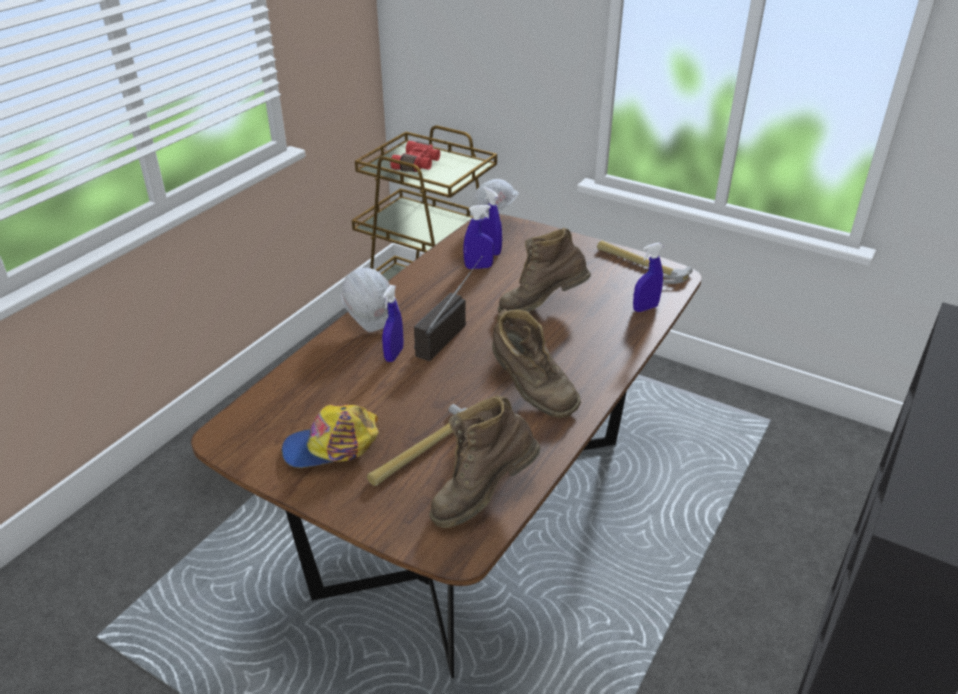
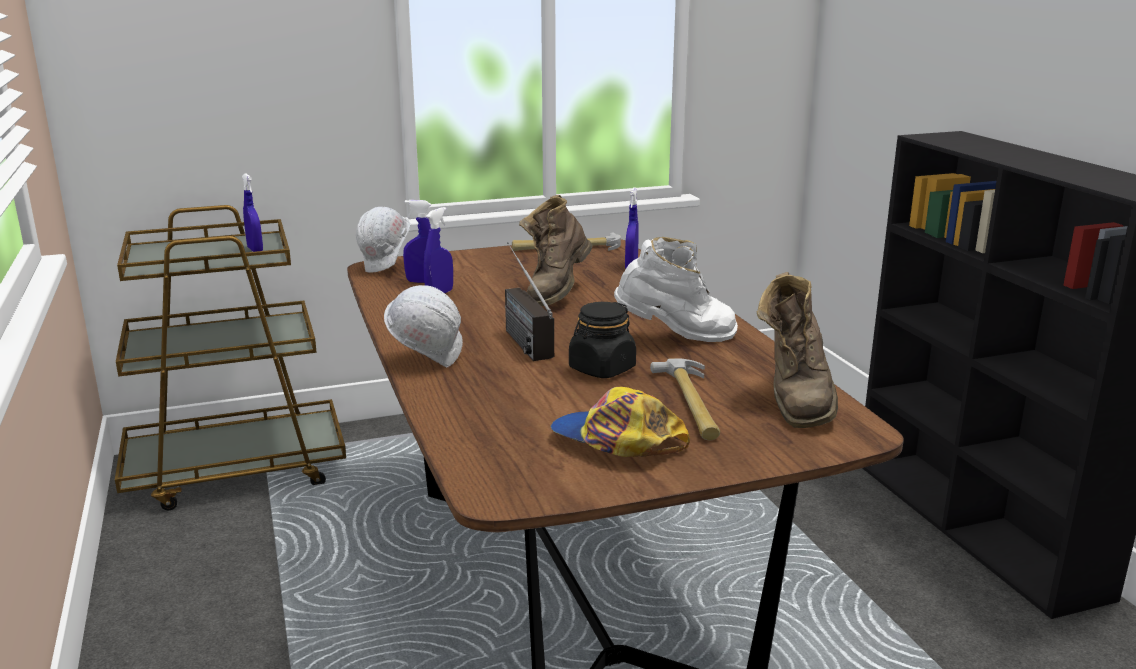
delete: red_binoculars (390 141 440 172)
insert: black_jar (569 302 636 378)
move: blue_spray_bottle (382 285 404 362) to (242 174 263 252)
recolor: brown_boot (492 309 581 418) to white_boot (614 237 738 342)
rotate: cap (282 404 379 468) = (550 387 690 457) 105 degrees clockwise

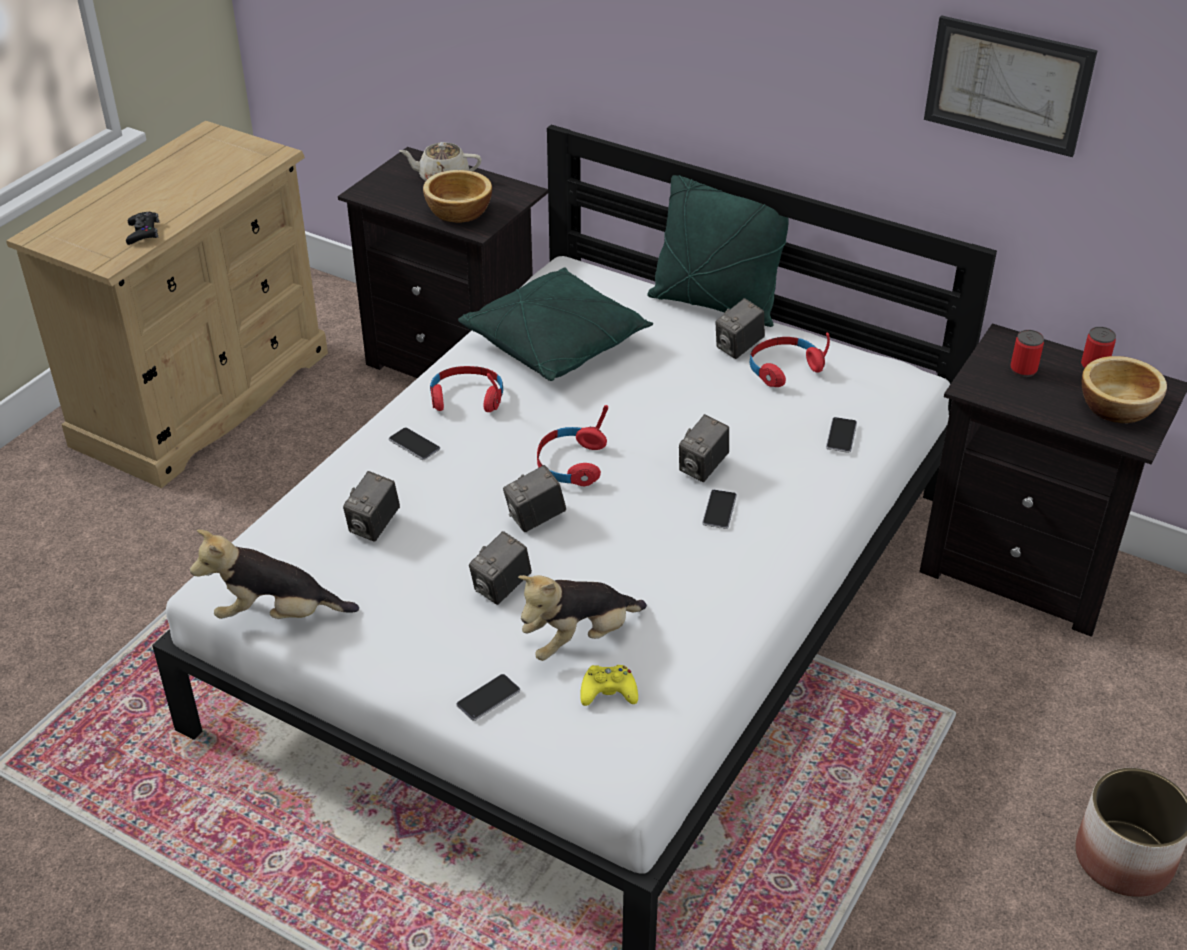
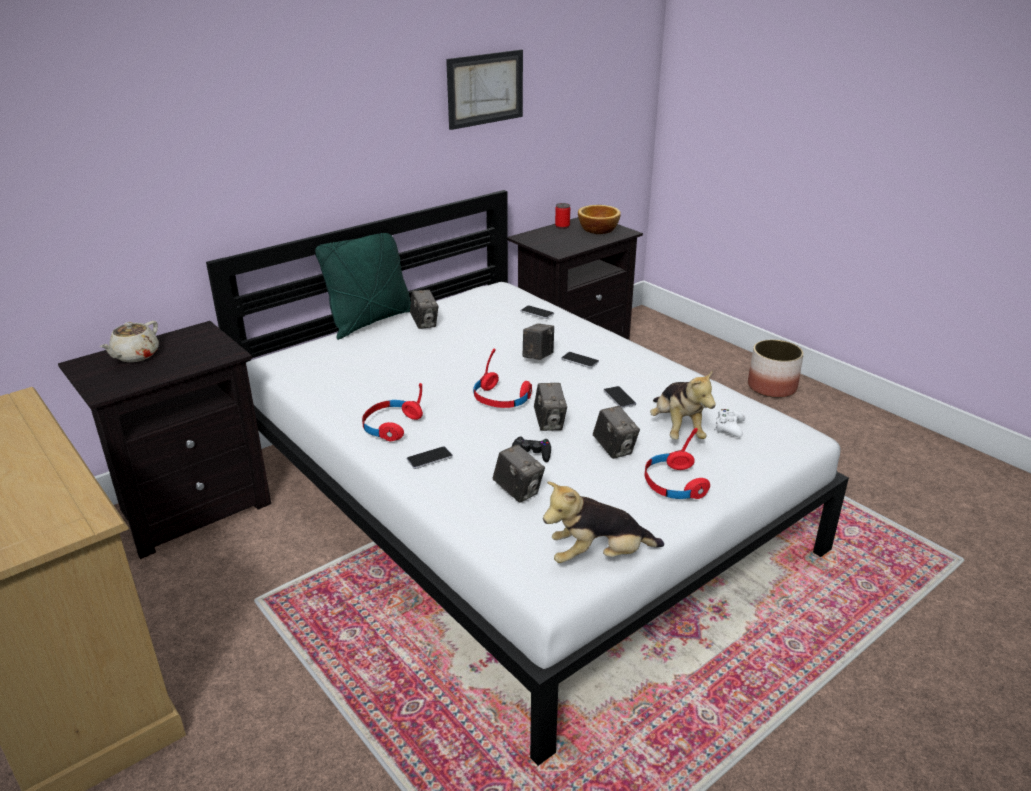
delete: bowl (423 170 492 223); green_pillow (458 267 653 381); can (1010 330 1044 377)
move: black_game_controller (126 212 159 245) to (512 436 551 462); red_headphones (750 333 830 387) to (645 428 710 499); phone (456 674 520 721) to (603 386 636 408)
recolor: yellow_game_controller (580 665 638 706) to white_game_controller (714 409 745 437)
rotate: photo_camera (679 414 729 482) = (523 323 554 360) 120 degrees counterclockwise; plush_toy (190 529 359 619) = (543 482 664 563) 60 degrees clockwise

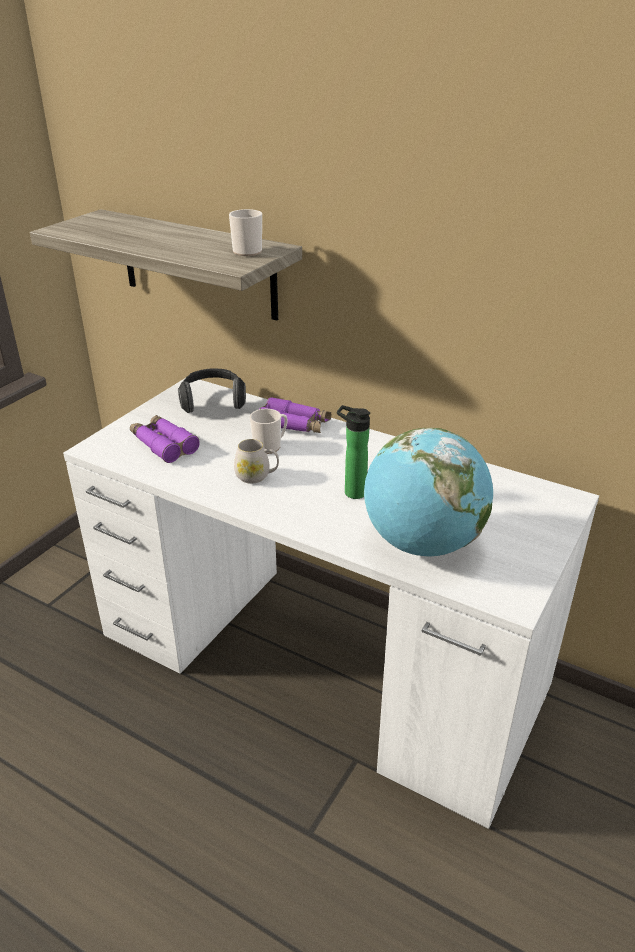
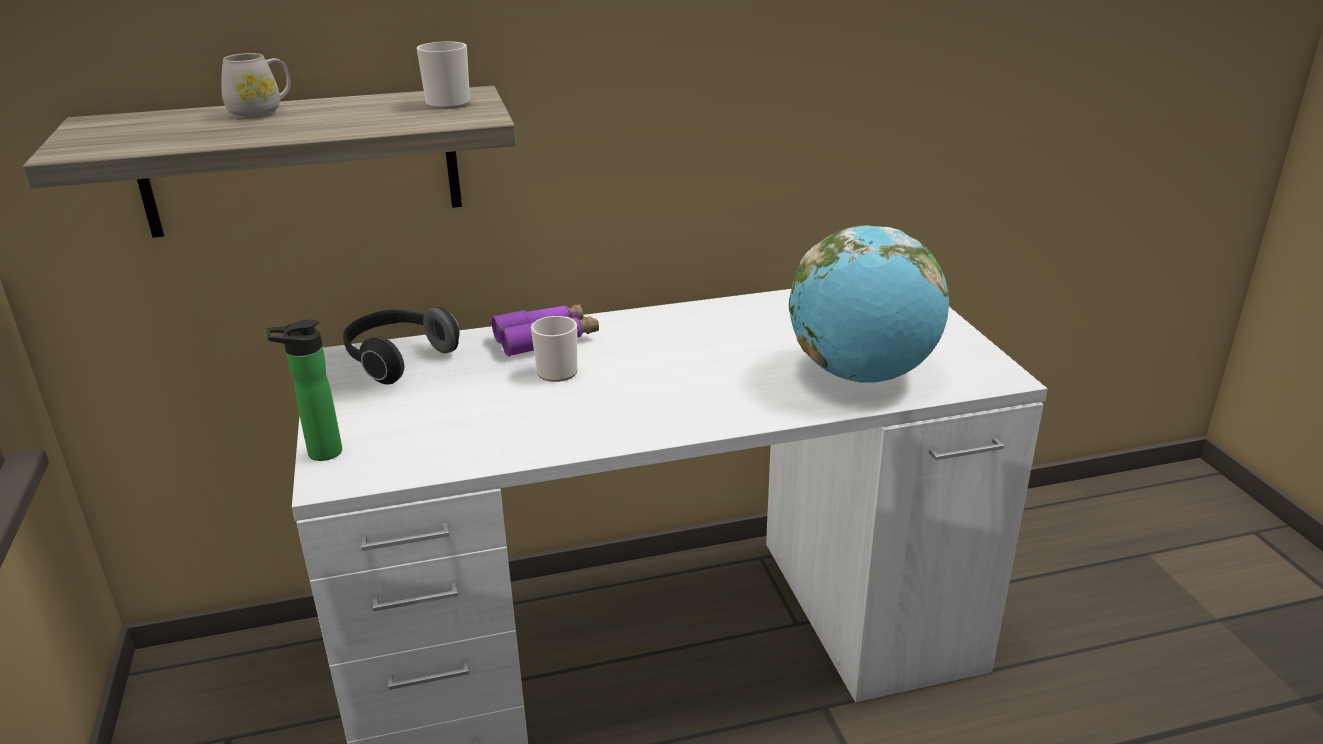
delete: purple_binoculars (130 415 200 463)
move: bottle (337 405 370 499) to (267 319 342 461); white_mug (234 439 279 484) to (221 53 291 119)

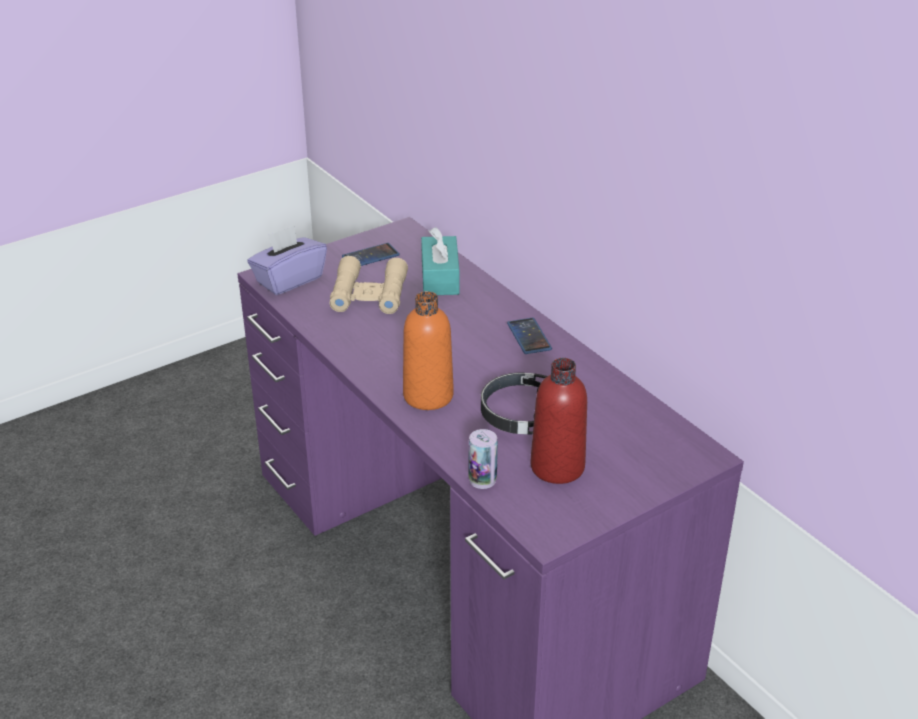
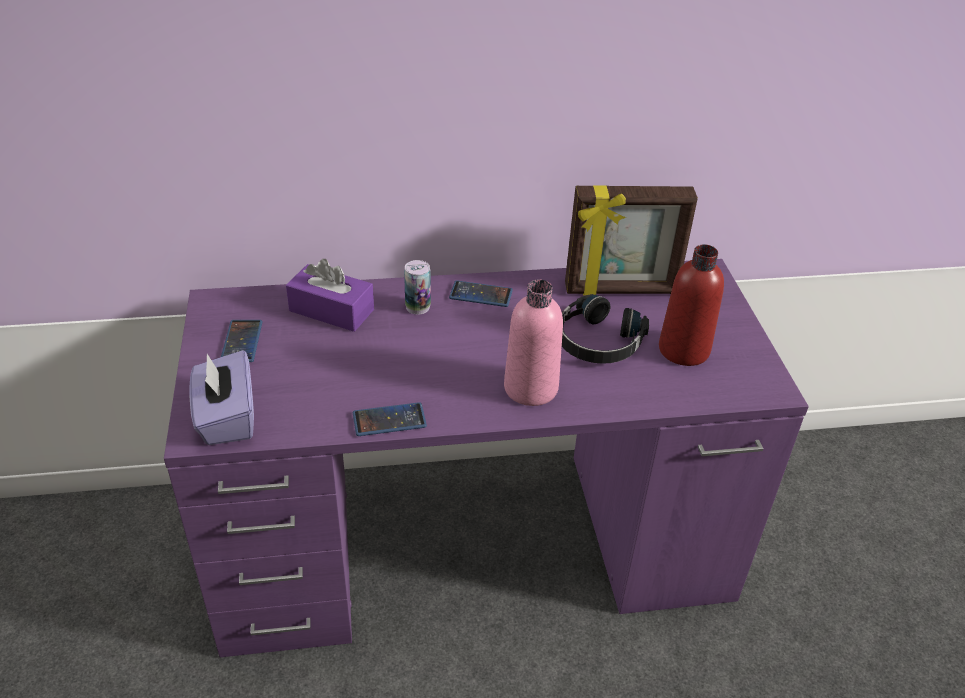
delete: beige_binoculars (330 256 408 314)
insert: picture_frame (565 185 698 296); phone (353 402 427 436)
move: can (468 429 498 489) to (404 260 431 314)
recolor: turquoise_tissue_box (421 227 459 295) to purple_tissue_box (286 259 374 332); orange_bottle (403 291 454 410) to pink_bottle (504 279 563 406)

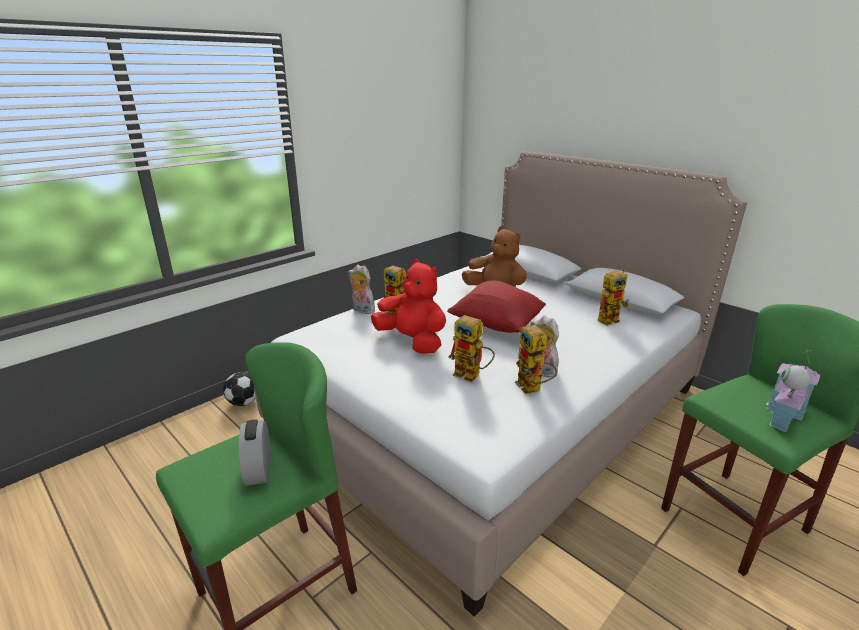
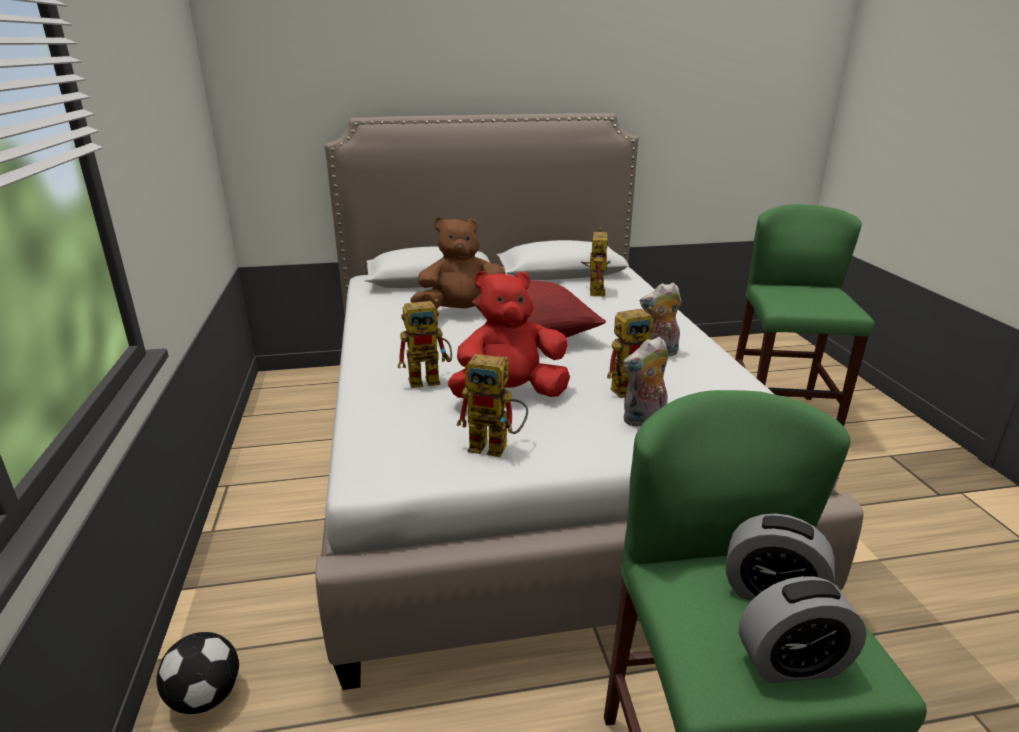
delete: toy_house (766 349 820 433)
insert: alarm_clock (739 576 867 683)
move: plush_toy (348 264 375 314) to (623 337 668 428); toy_robot (515 325 557 394) to (456 354 528 457)

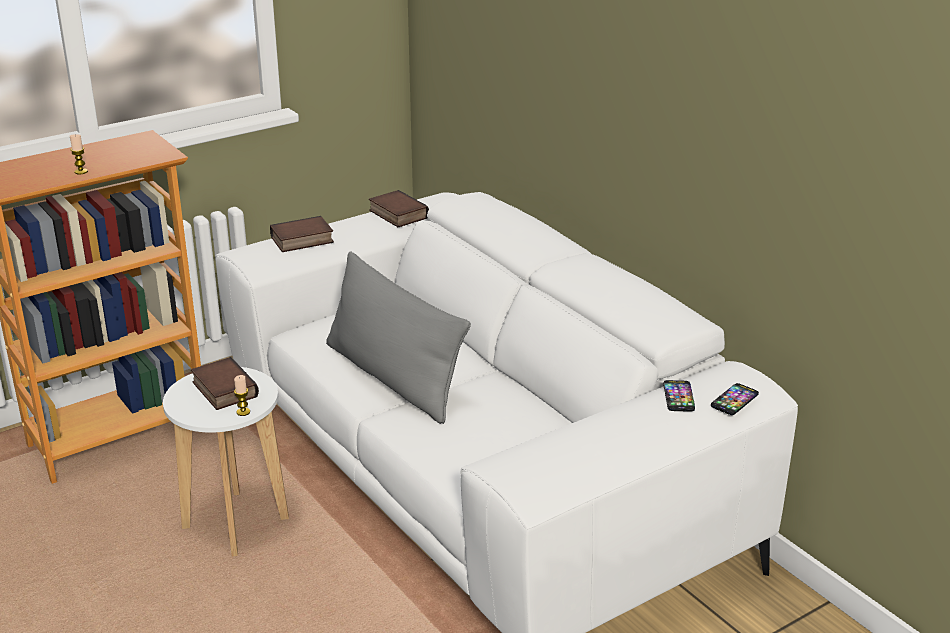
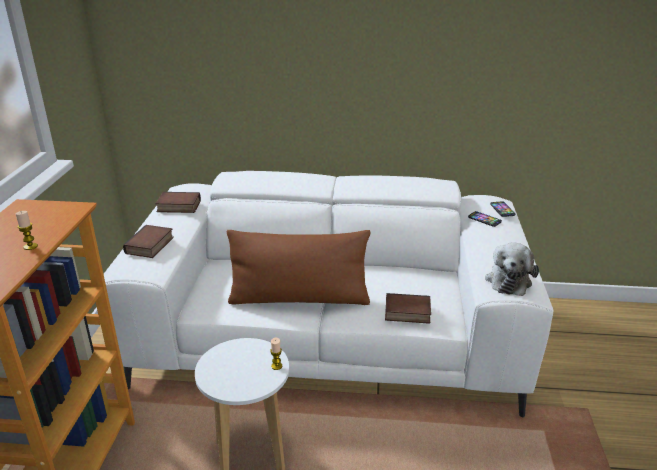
insert: plush_toy (485 242 539 296)
move: book (191 357 259 410) to (385 293 431 324)
recolor: grey_pillow (326 251 471 424) to brown_pillow (227 230 371 305)

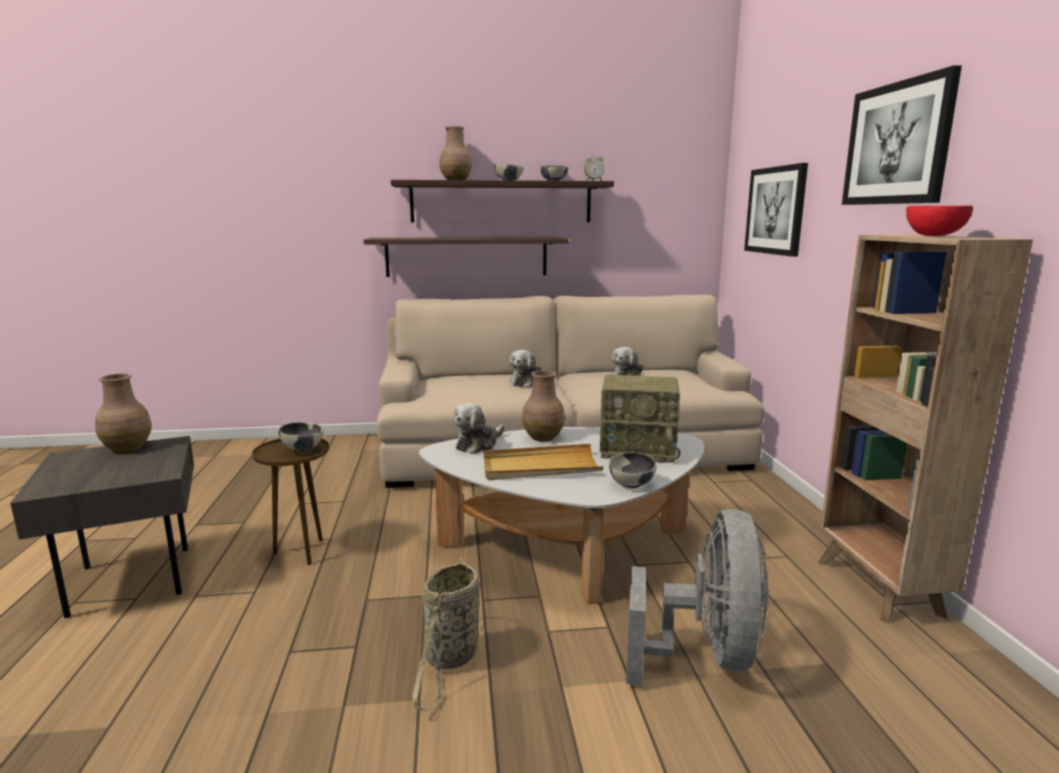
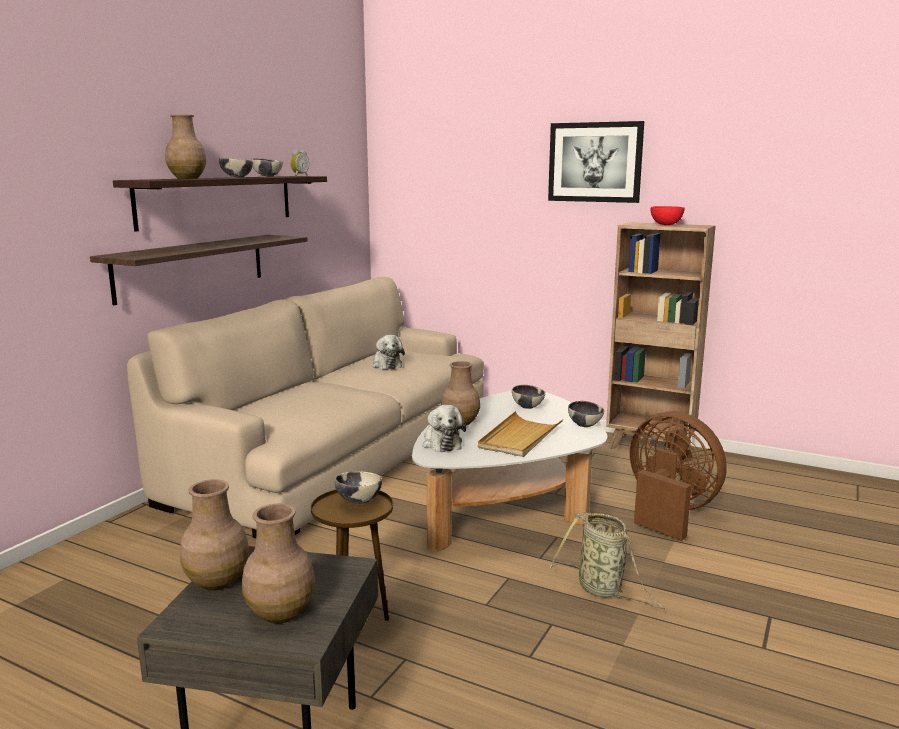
delete: picture (744 163 808 257); plush_toy (509 350 541 387)
insert: brown_vase (242 504 315 624)
replace: radio (600 374 681 463) to bowl (512 385 545 409)
recolor: grey_fan (626 509 769 686) to brown_fan (630 412 727 541)

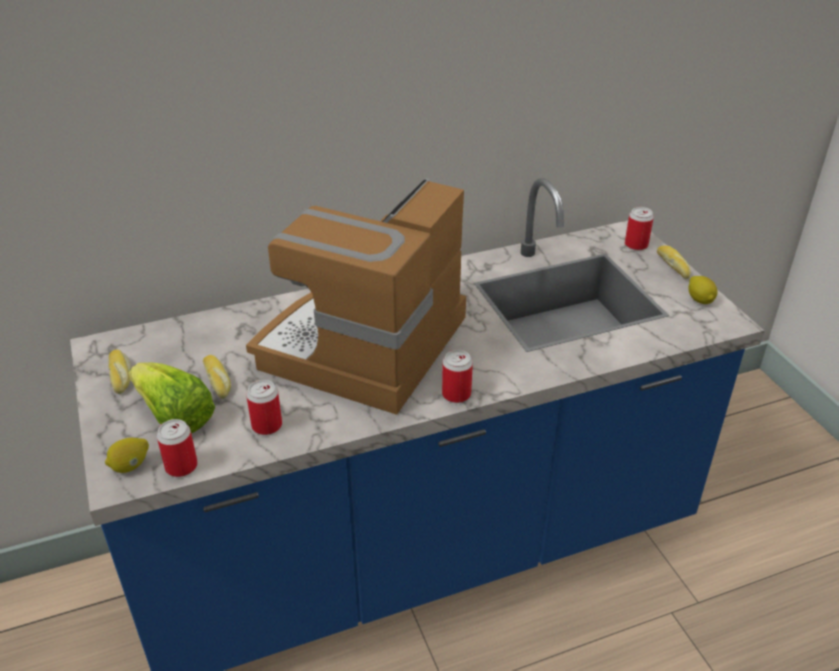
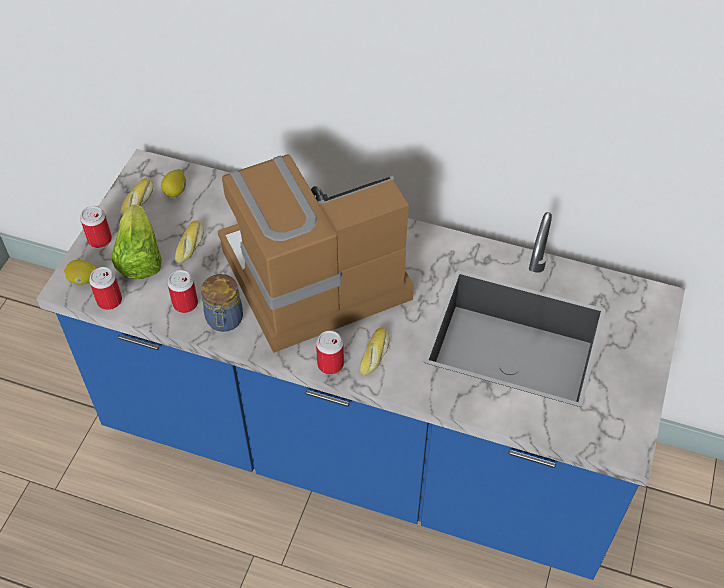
insert: jar (201 274 243 332)
move: can (625 207 654 250) to (80 206 112 248); bread (657 246 691 280) to (360 327 390 376); lemon (688 276 717 304) to (161 169 186 197)

